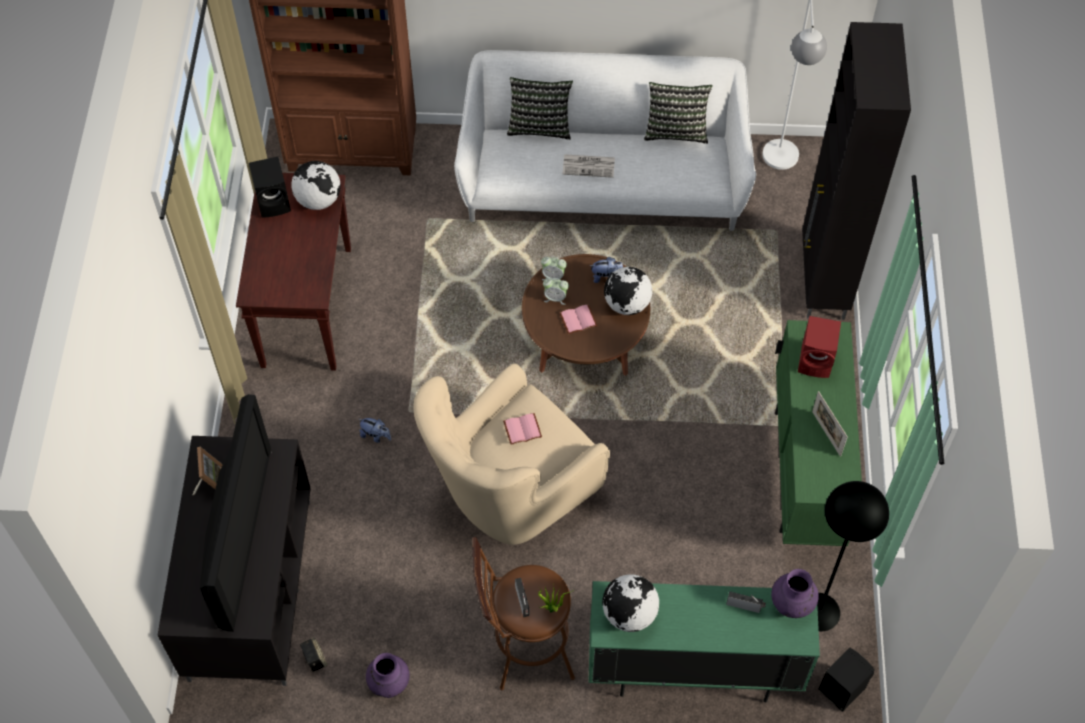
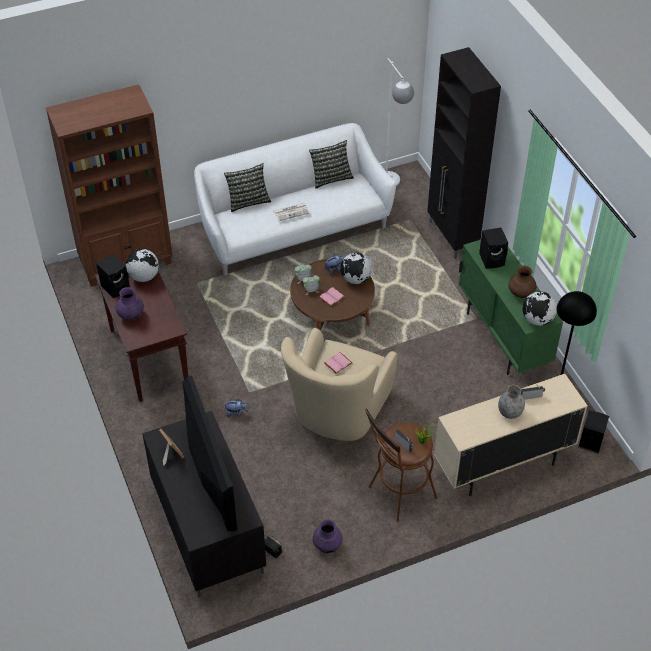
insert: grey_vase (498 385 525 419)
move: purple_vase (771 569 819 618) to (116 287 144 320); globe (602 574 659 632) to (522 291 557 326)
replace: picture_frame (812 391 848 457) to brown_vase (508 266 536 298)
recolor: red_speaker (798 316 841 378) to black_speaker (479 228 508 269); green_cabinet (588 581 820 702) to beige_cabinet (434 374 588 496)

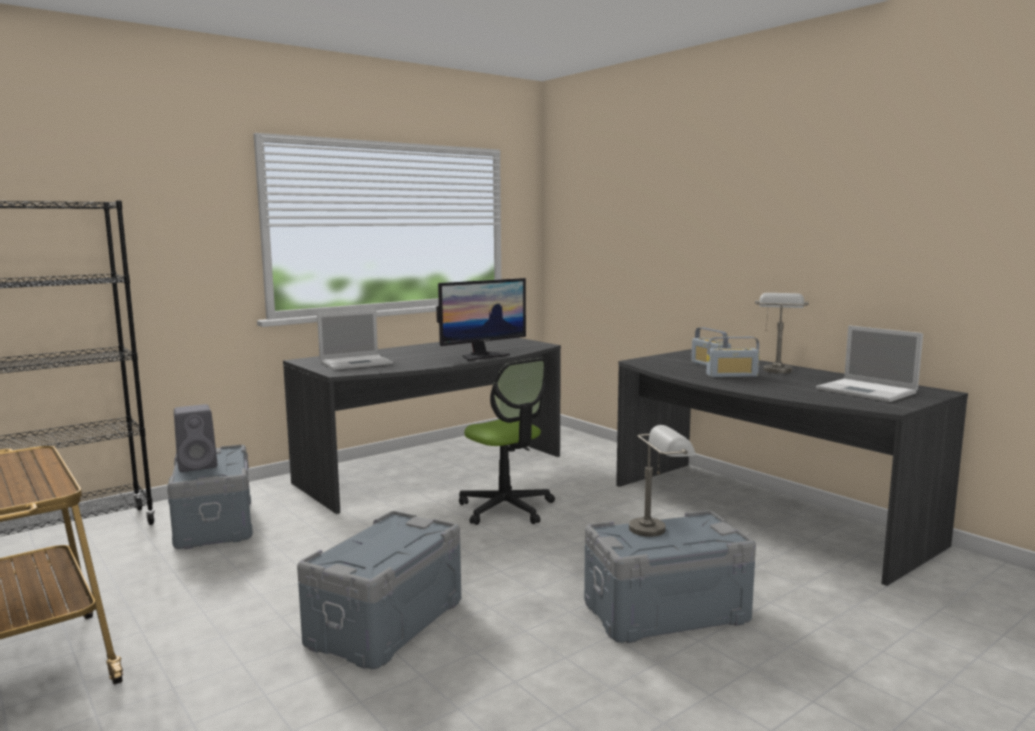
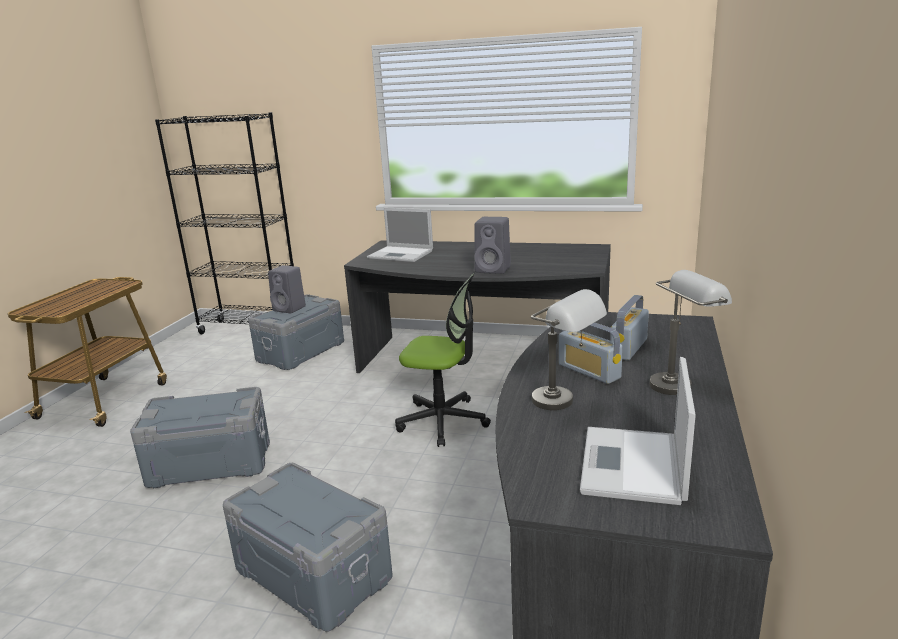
move: grey_table_lamp (629 425 696 537) to (531 289 607 410)
replace: monitor (436 278 526 361) to grey_speaker (474 217 511 274)
rotate: office_chair (459 358 555 525) = (395 274 491 447) 90 degrees counterclockwise

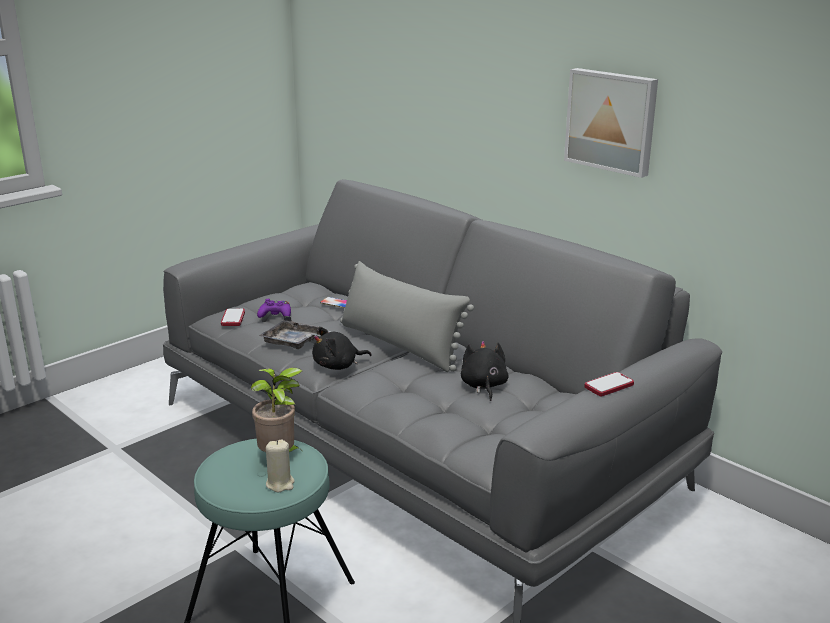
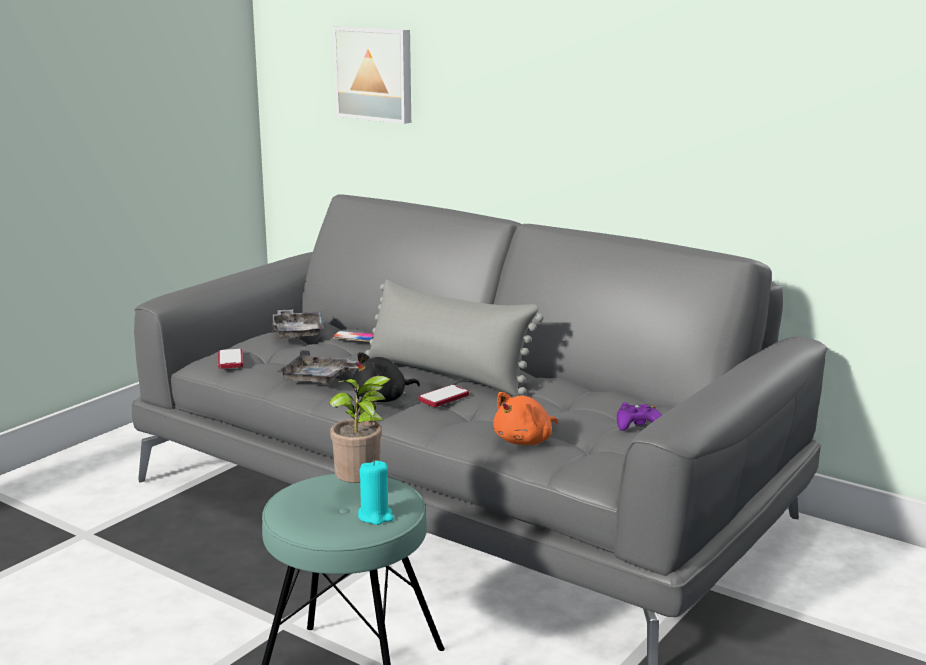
delete: black_plush_toy (461 341 508 401)
insert: grey_tray (272 309 324 339); orange_plush_toy (493 392 558 445)
move: picture (564 68 658 178) to (333 26 411 124); purple_game_controller (257 299 291 318) to (617 402 662 431); phone (584 372 634 397) to (418 385 469 407)
recolor: beige_candle (266 439 295 492) to turquoise_candle (358 460 394 525)

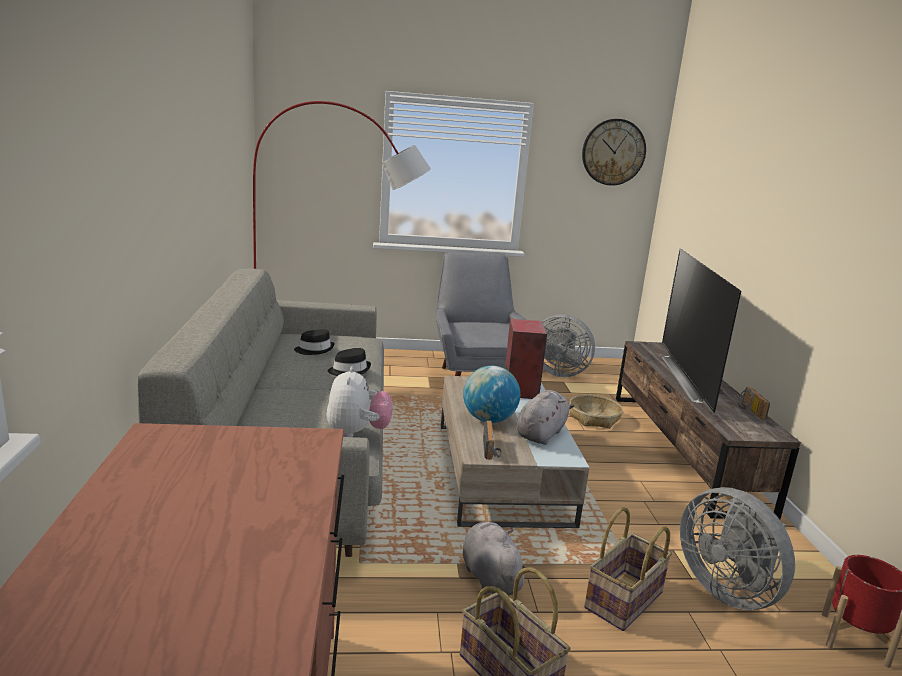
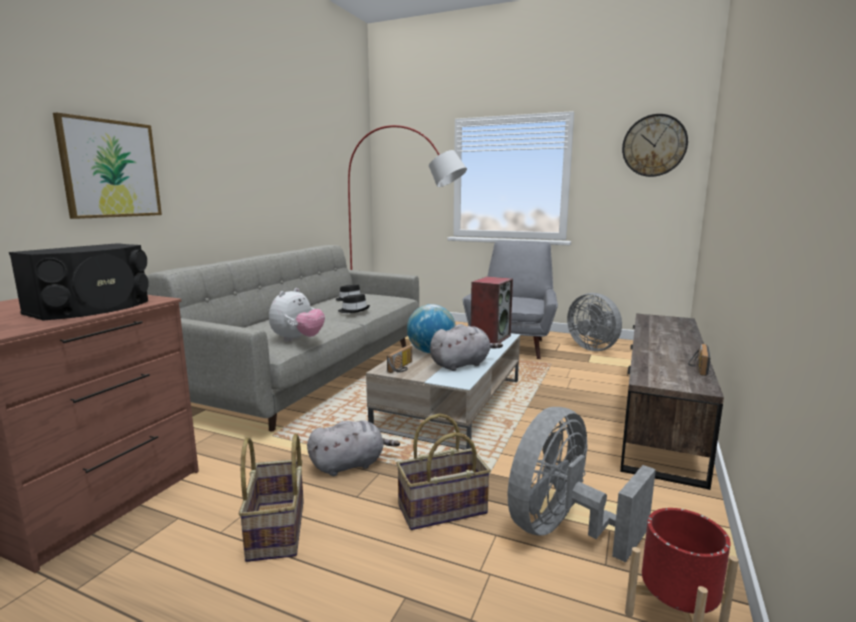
delete: television (662 248 741 413); basket (569 395 623 429)
insert: picture (53 113 162 219); black_speaker (9 243 149 321)
rotate: grey_fan (680 487 795 610) = (508 407 656 563) 45 degrees clockwise; grey_plush_toy (463 522 526 595) = (307 421 400 476) 60 degrees clockwise

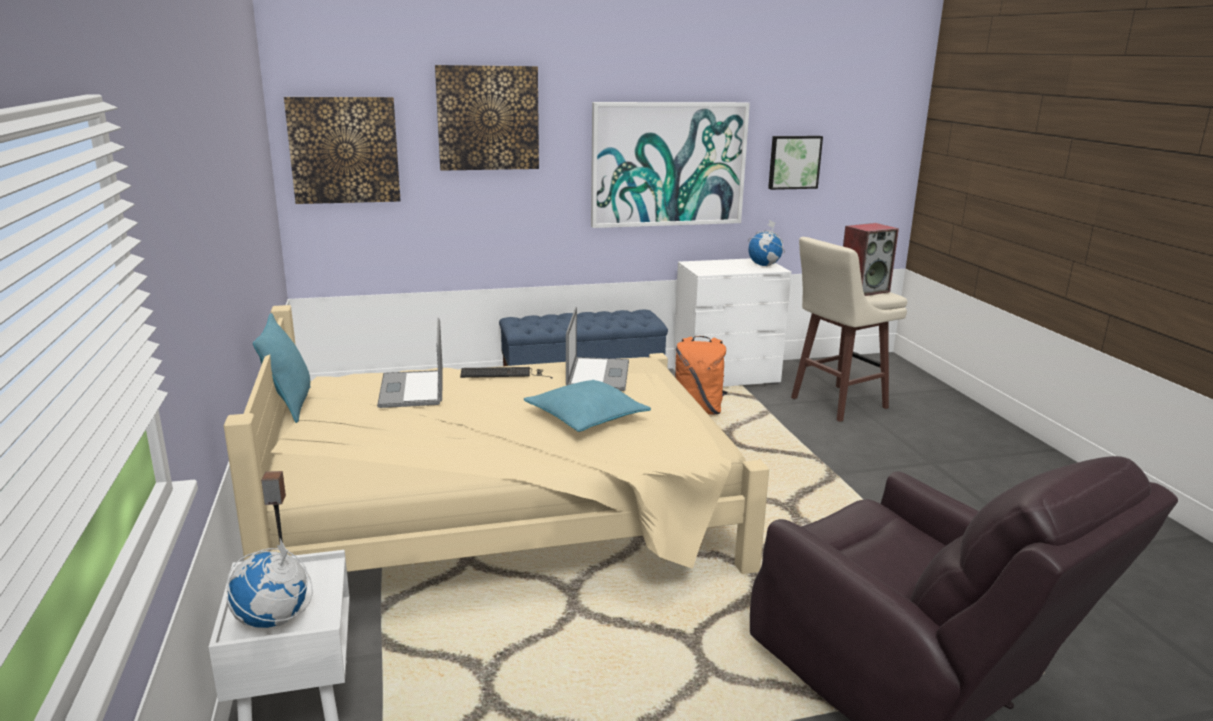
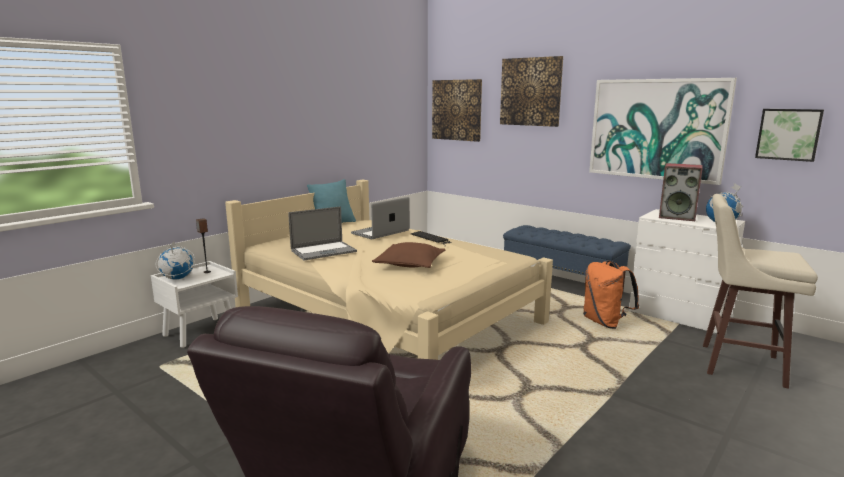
move: speaker (843 223 899 296) to (659 163 703 221); laptop (566 307 629 391) to (288 206 357 260)
recolor: turquoise_pillow (524 380 651 432) to brown_pillow (372 242 445 268)

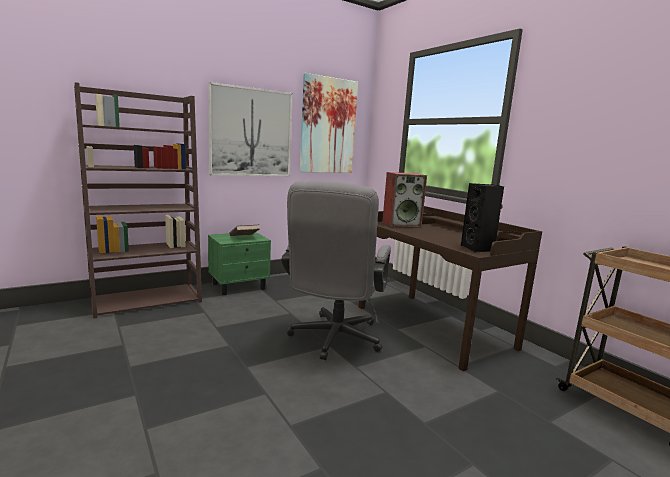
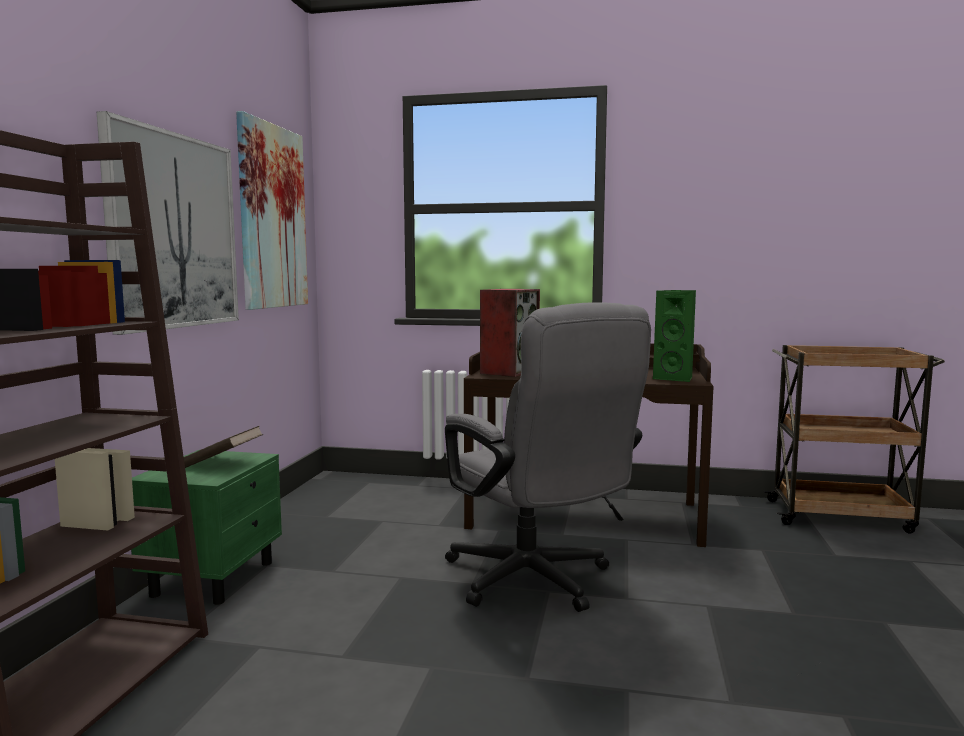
recolor: black_speaker (461 183 504 252) to green_speaker (653 290 696 382)

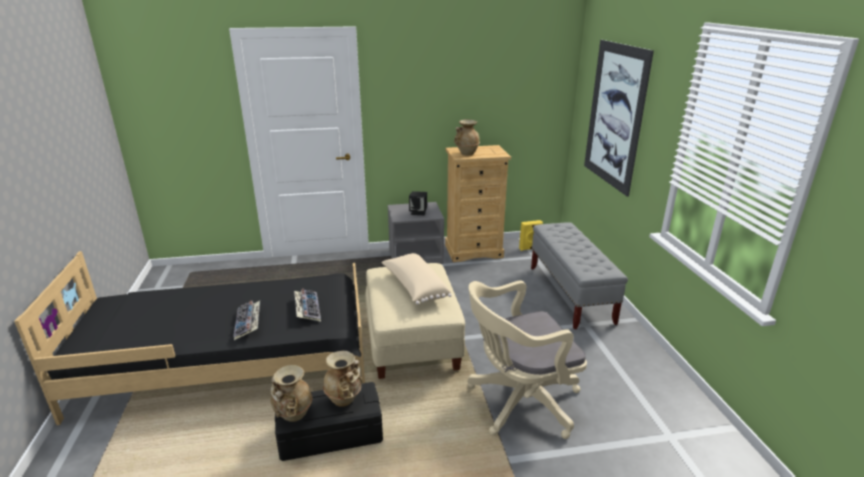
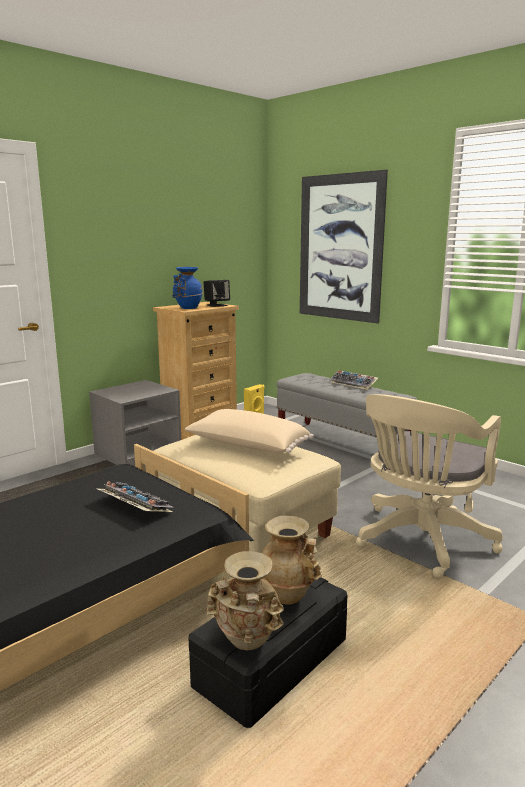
move: black_speaker (409 191 427 215) to (204 280 230 307); keyboard (233 301 260 340) to (330 370 378 390)
recolor: beige_vase (454 120 480 155) to blue_vase (172 267 203 309)

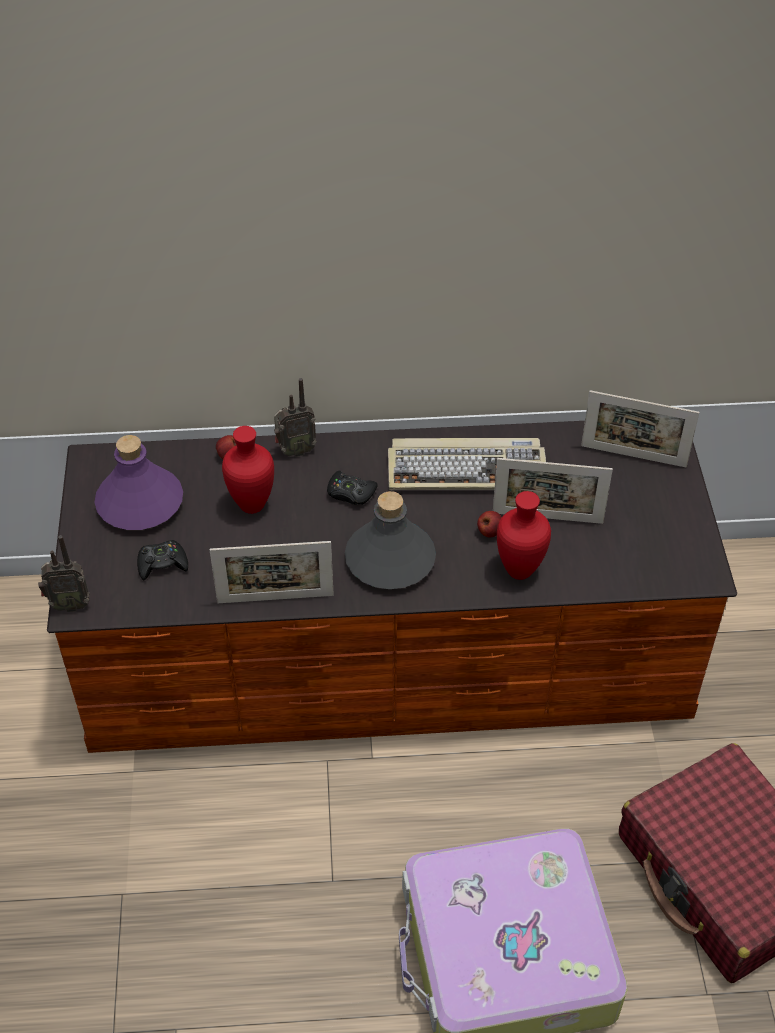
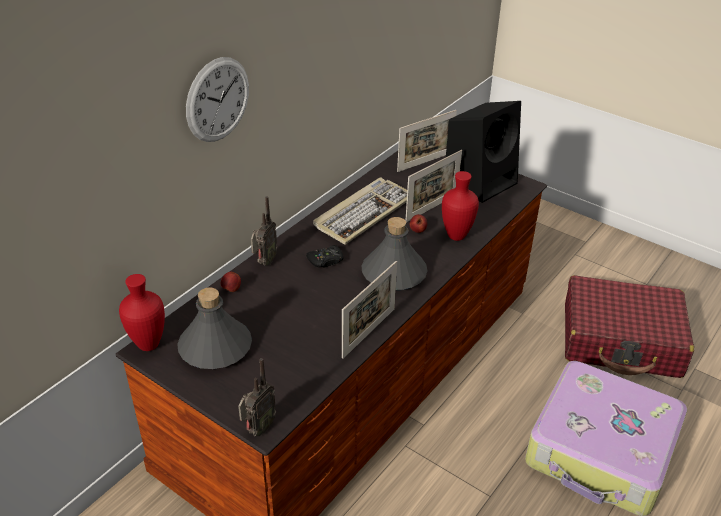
delete: black_game_controller (137 540 188 580)
insert: wall_clock (186 57 249 142); black_speaker (446 101 521 203)
move: red_vase (222 426 274 514) to (119 274 165 351)
recolor: purple_bottle (94 435 183 530) to grey_bottle (177 288 252 369)

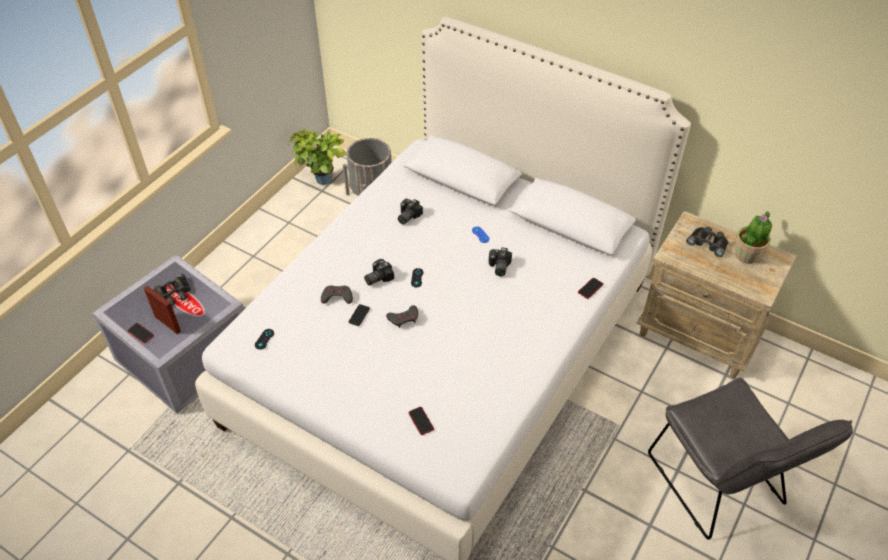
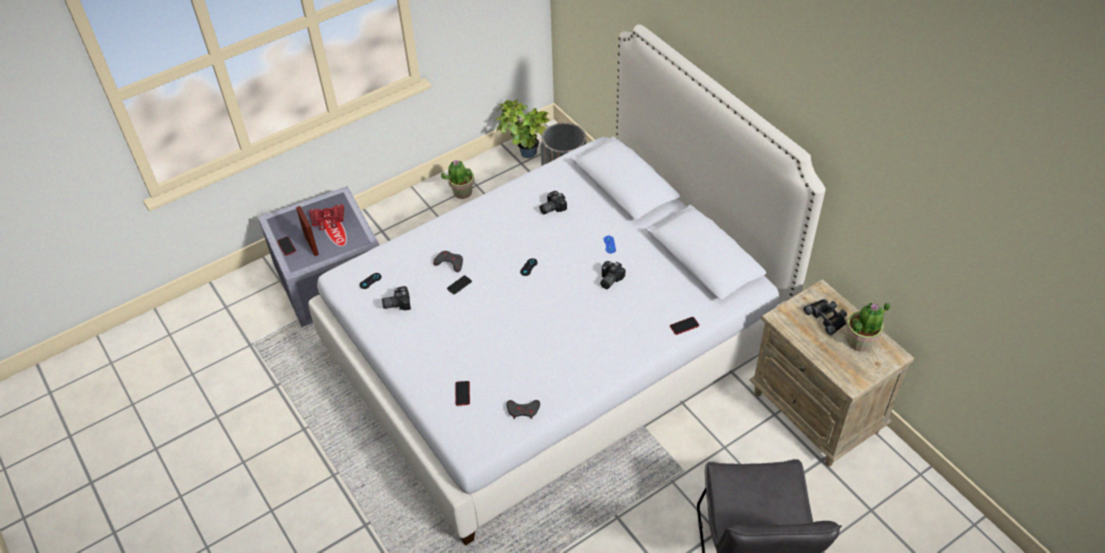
insert: potted_plant (441 160 474 199)
move: photo_camera (364 259 394 285) to (382 286 411 311); grey_game_controller (386 305 418 328) to (506 400 540 419)
recolor: black_binoculars (151 274 191 306) to red_binoculars (309 204 344 230)

